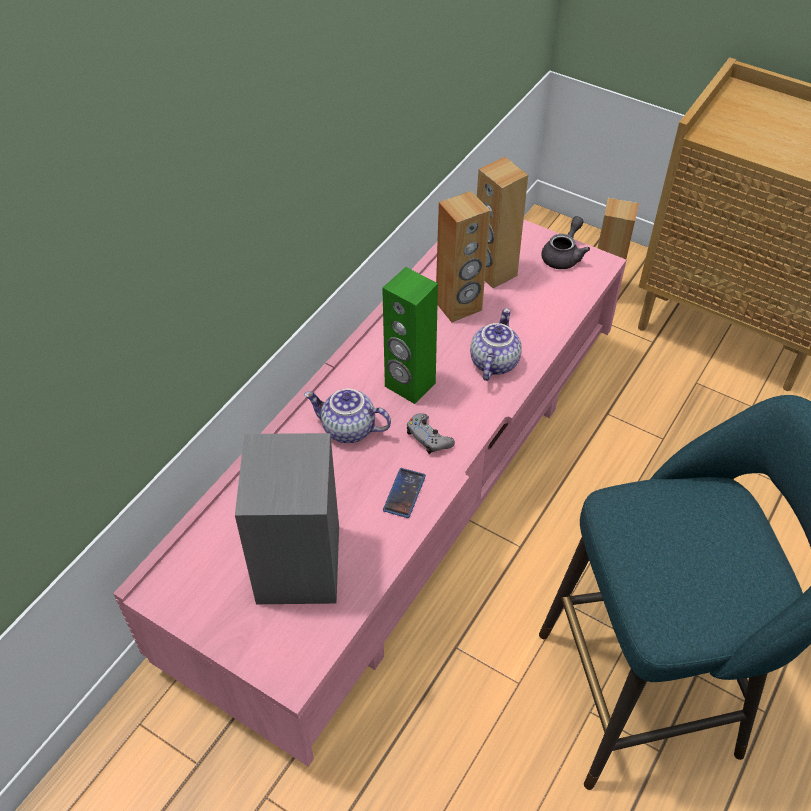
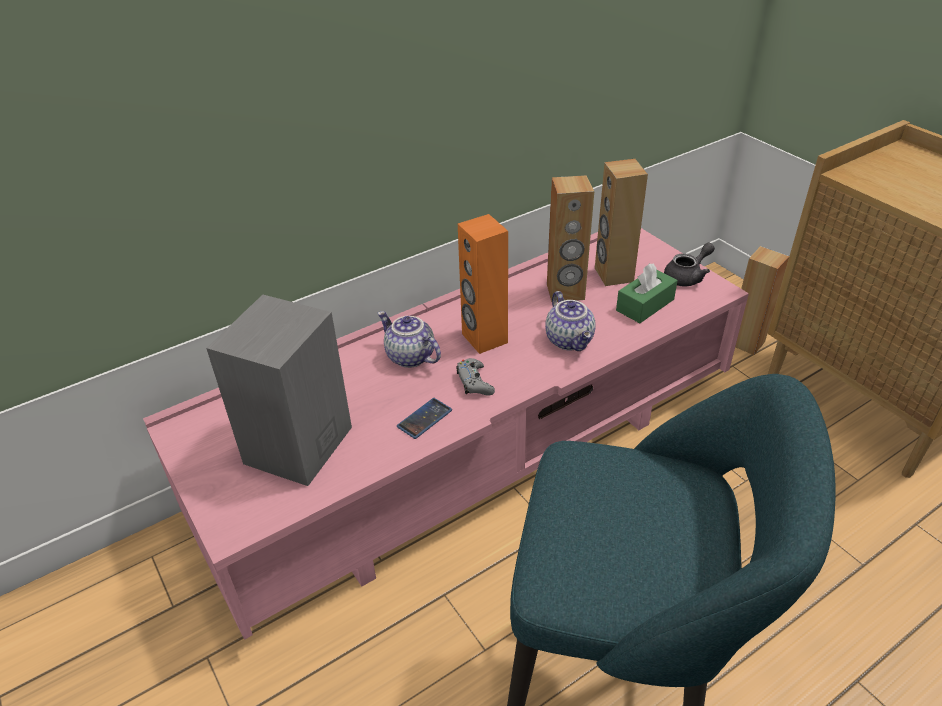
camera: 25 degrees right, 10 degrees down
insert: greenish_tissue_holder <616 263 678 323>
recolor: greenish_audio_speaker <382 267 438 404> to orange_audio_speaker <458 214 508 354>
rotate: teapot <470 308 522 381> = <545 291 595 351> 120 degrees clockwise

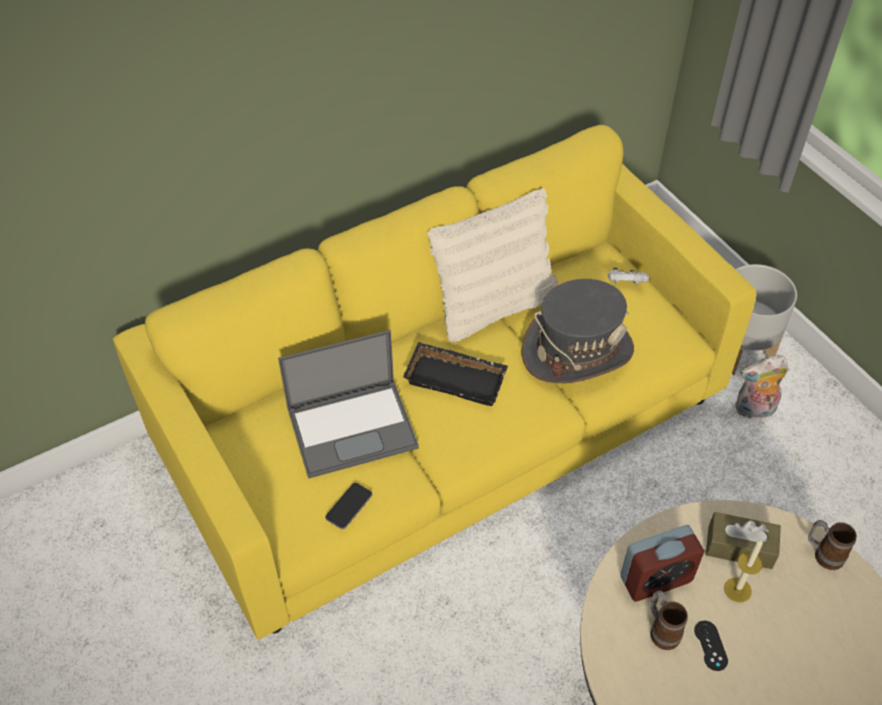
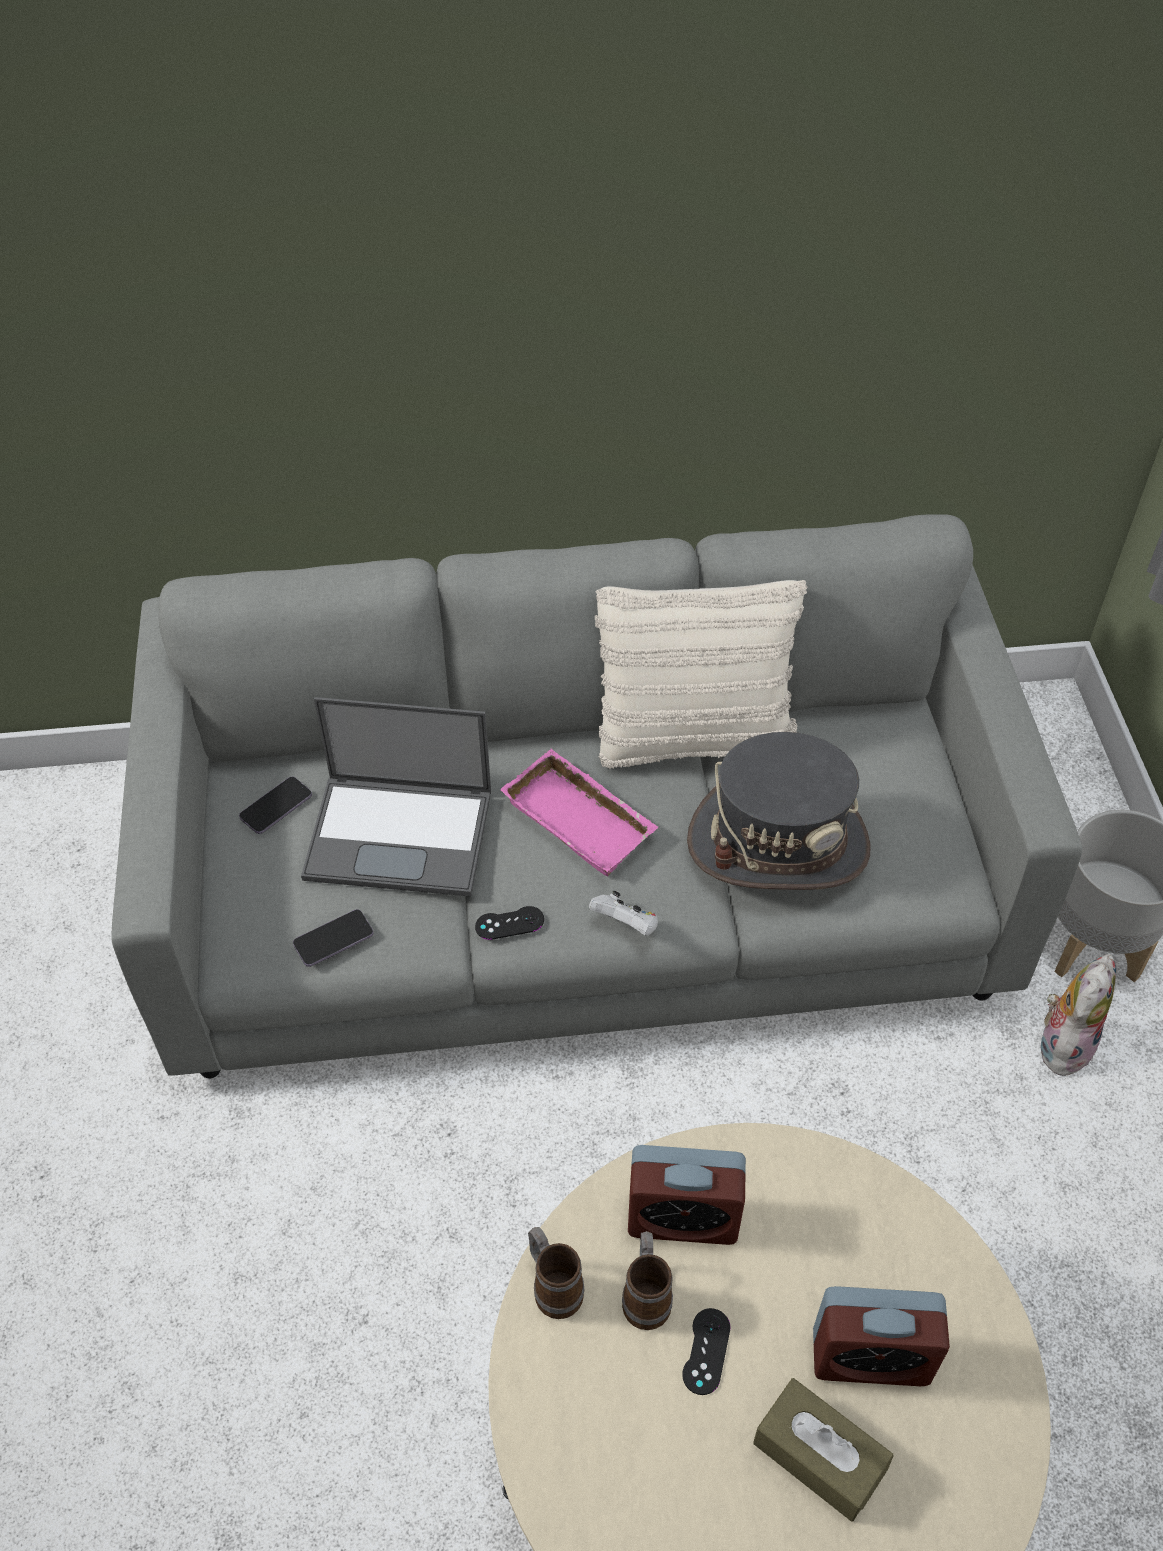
camera: 25 degrees right, 0 degrees up
delete: wax_light <724 540 763 603>
insert: handset <239 777 312 834>; blackish_game_controller <475 906 544 940>; table_clock <813 1286 950 1386>
move: white-coloured_game_controller <608 267 649 284> to <589 891 658 936>; brownish_tissue_holder <706 512 781 569> to <753 1378 894 1522>; tea_mug <808 520 857 570> to <528 1227 584 1319>
recolor: yellow_couch <113 125 757 640> to greyish_couch <111 514 1082 1078>; blackish_serving_tray <403 342 508 406> to pink_serving_tray <500 749 658 876>
rotate: cuddly_toy <735 355 789 418> = <1037 954 1116 1076> 105 degrees clockwise

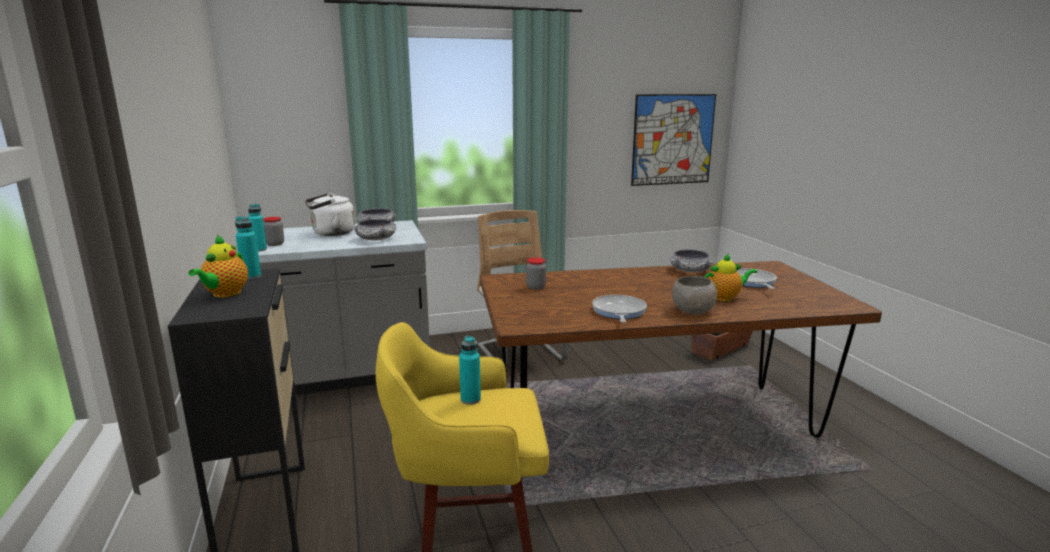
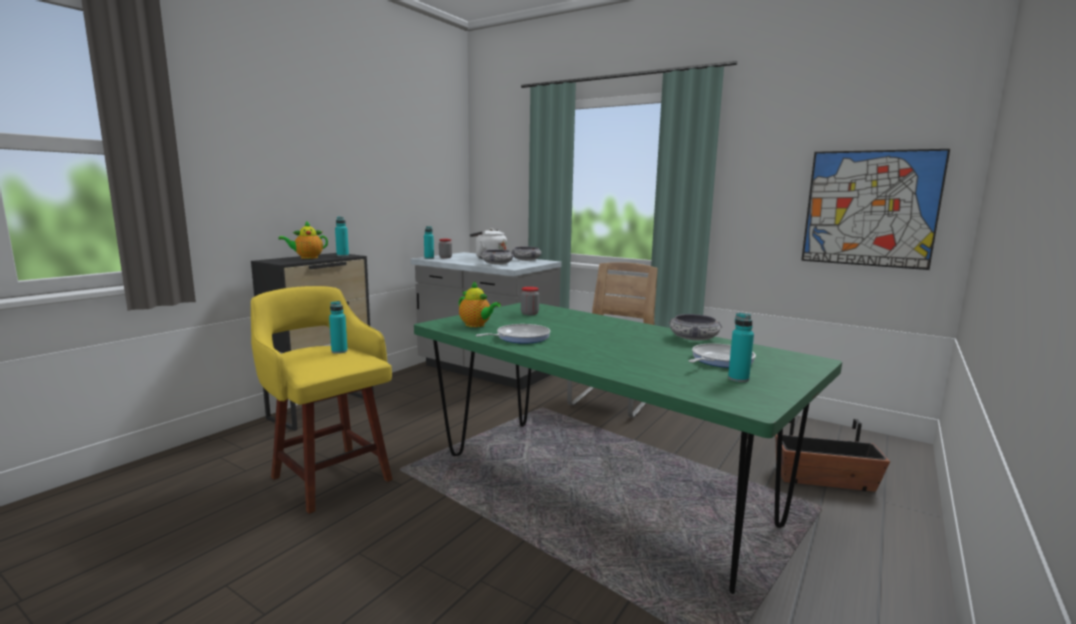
camera: 50 degrees right, 5 degrees down
delete: greyish_serving_bowl <672 276 717 314>
insert: turquoise_beverage_bottle <728 313 754 382>
move: teapot <705 253 757 301> to <459 282 501 327>
recolor: brownish_kitchen_table <480 261 882 438> to greenish_kitchen_table <414 303 842 594>

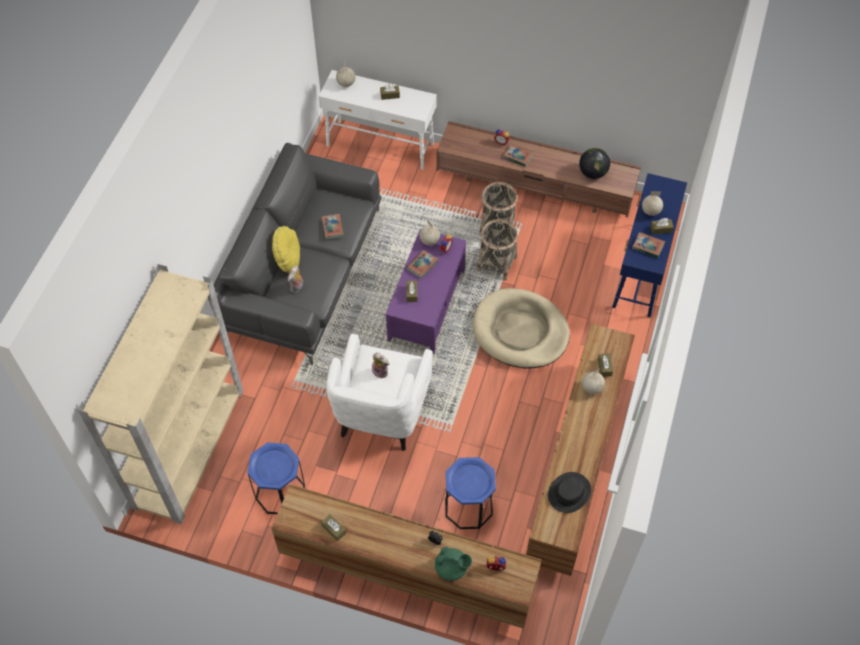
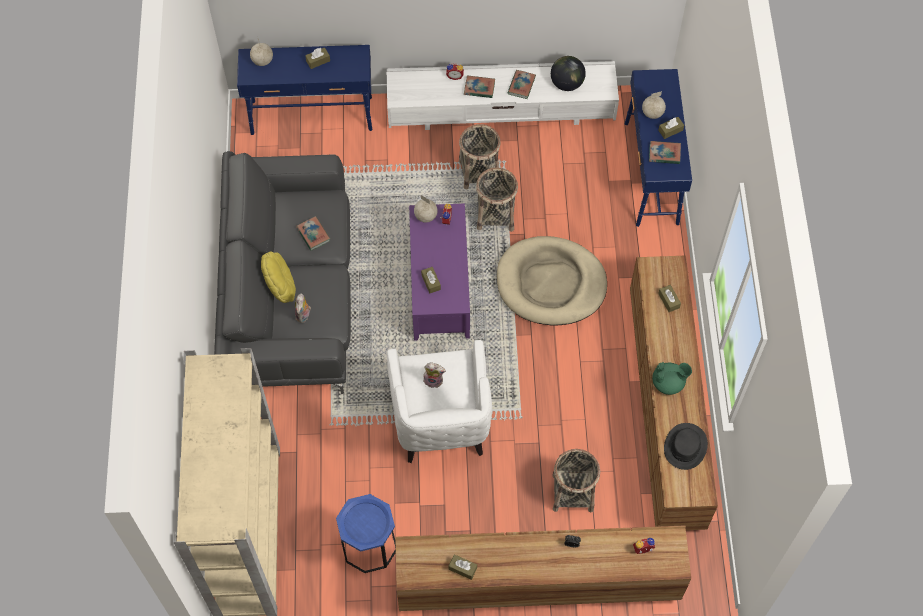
camera: 20 degrees left, 5 degrees up
delete: world_globe <582 369 605 394>
move: bound_book <406 250 438 278> to <507 70 536 99>; greenish_teapot <435 547 472 581> to <652 362 692 395>
replace: bluish_end_table <445 457 496 529> to household_basket <552 449 600 512>
recolor: white-coloured_narrow_table <318 70 437 170> to bluish_narrow_table <237 45 372 135>; brownish_tv_stand <436 121 641 217> to white-coloured_tv_stand <387 61 619 130>

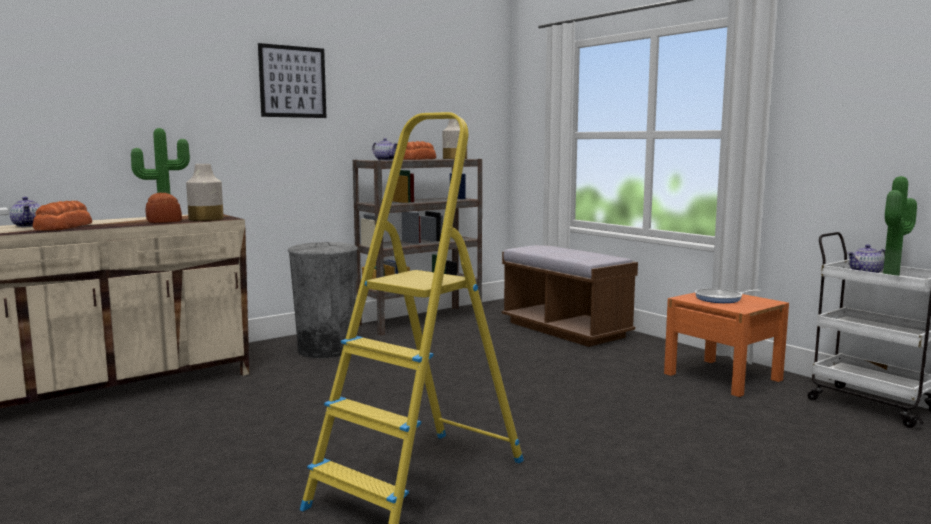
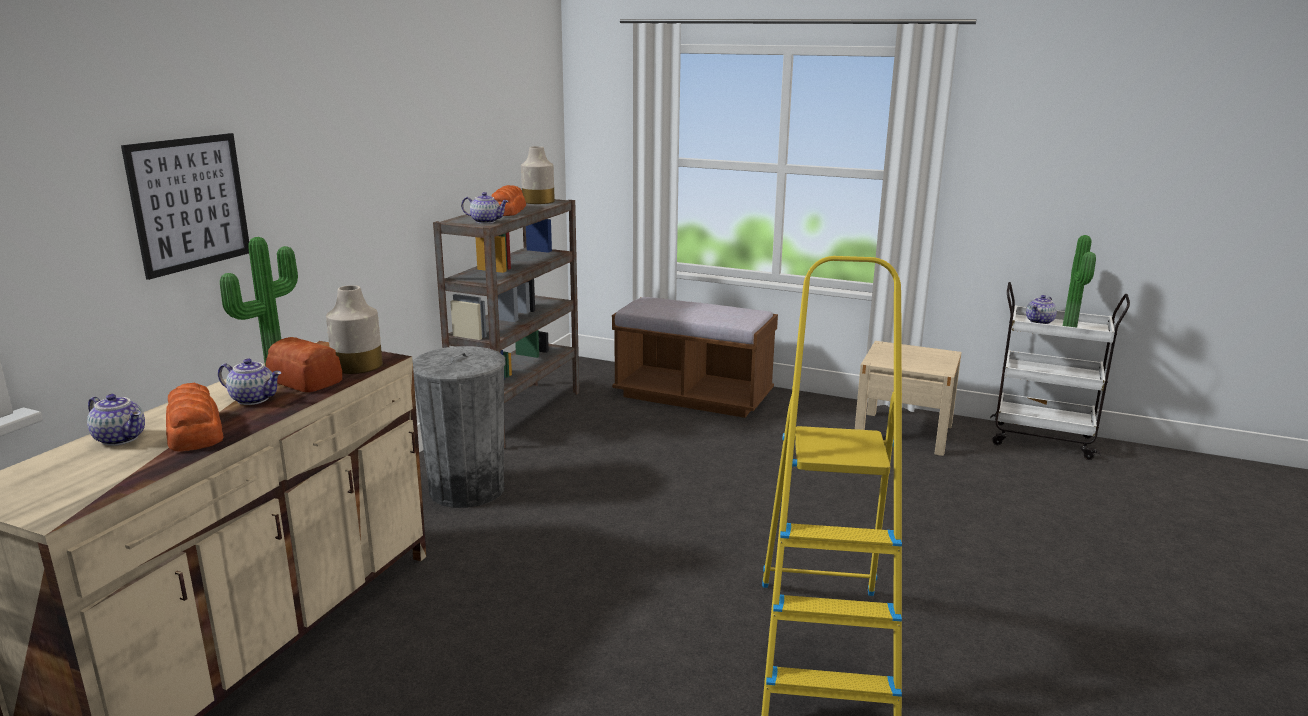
camera: 30 degrees left, 10 degrees up
delete: frying_pan <695 288 761 303>
insert: teapot <218 358 281 405>
move: wall_art <258 43 326 118> to <121 133 249 280>
recolor: orange_nightstand <664 293 789 397> to beige_nightstand <855 341 962 456>

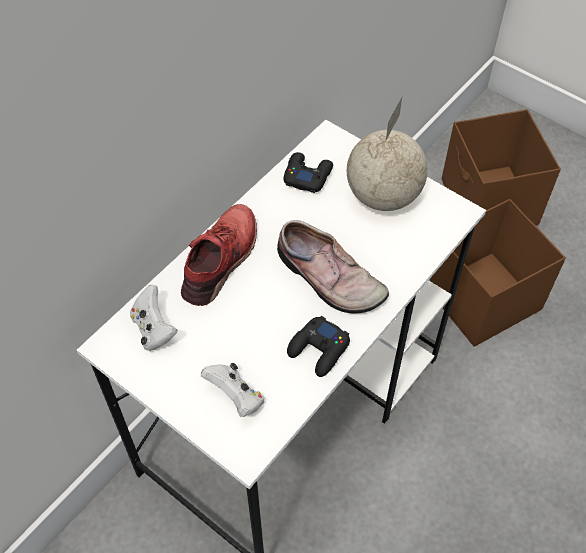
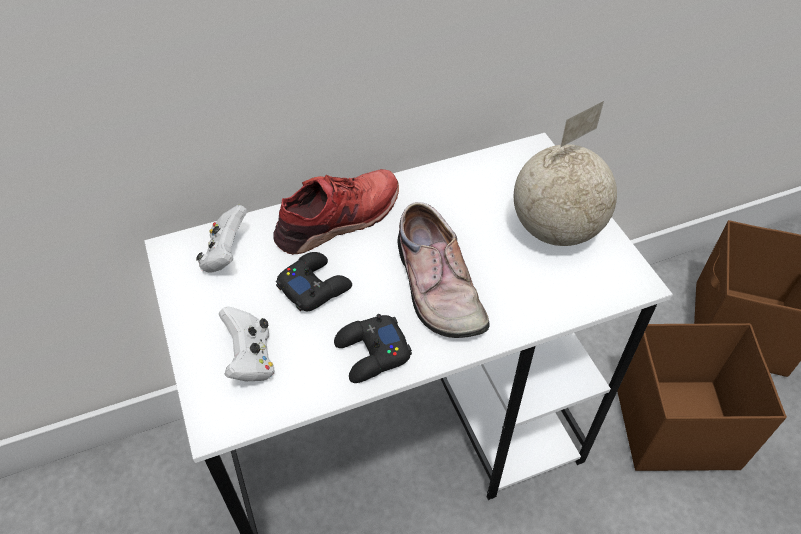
camera: 30 degrees right, 5 degrees down
move: blackish_game_controller <283 152 333 193> to <276 252 352 311>

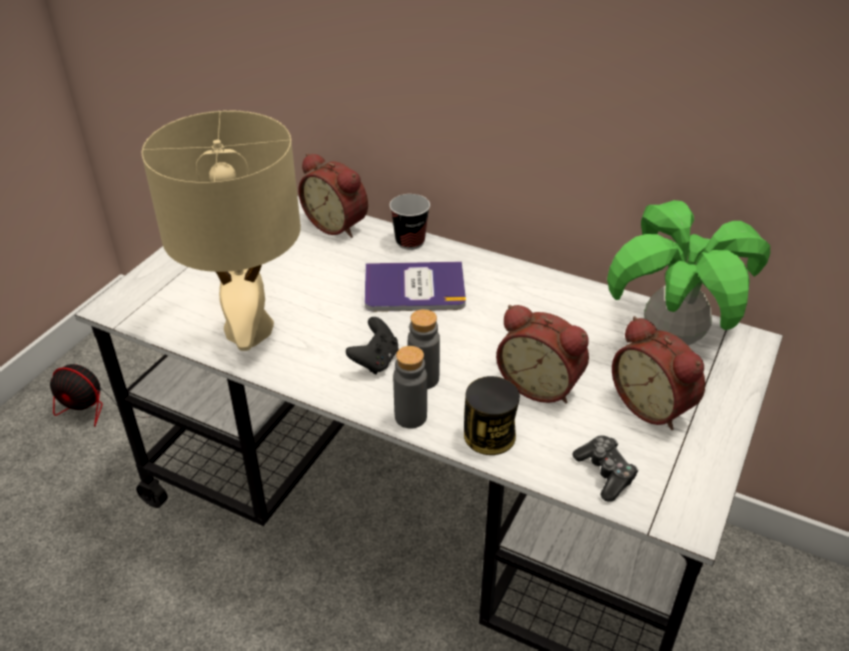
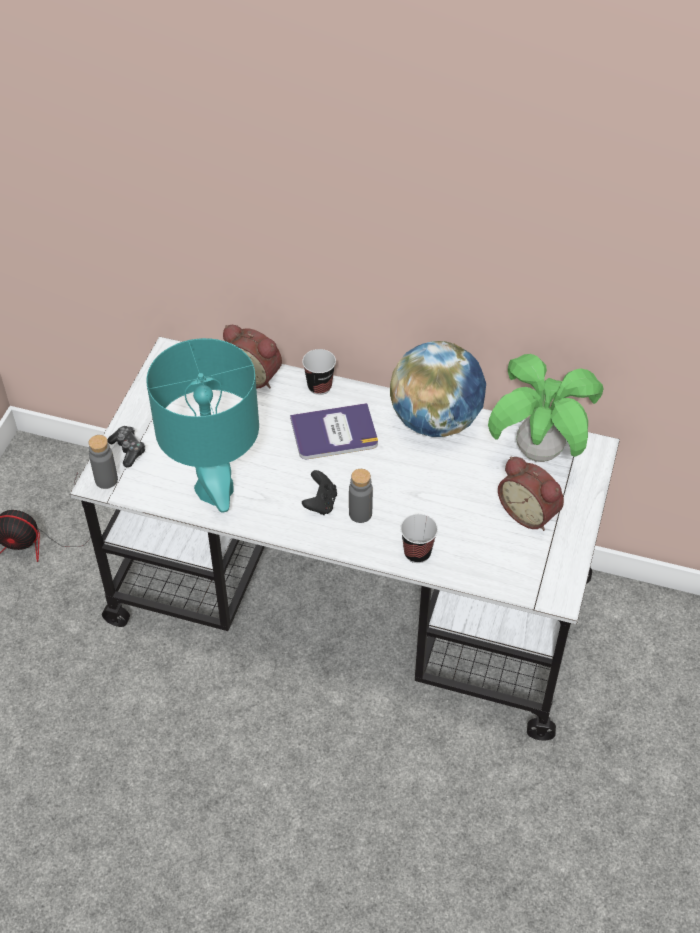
camera: 10 degrees left, 10 degrees up
delete: table_clock <496 305 589 403>
insert: world_globe <390 341 486 437>
move: greyish_beverage_bottle <393 346 427 428> to <88 435 118 489>; game_controller <572 435 638 502> to <108 426 145 467>
replace: sealed_can <464 376 520 455> to small_cup <400 514 438 563>
recolor: beige_tabletop_lamp <142 110 301 351> to turquoise_tabletop_lamp <146 338 259 512>

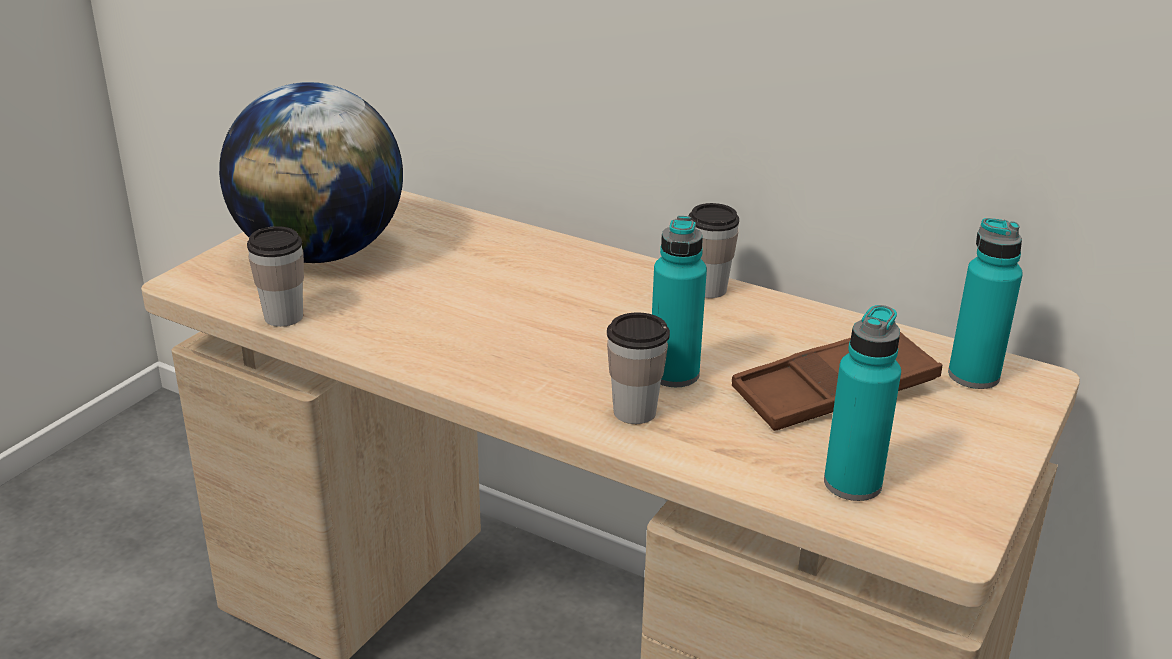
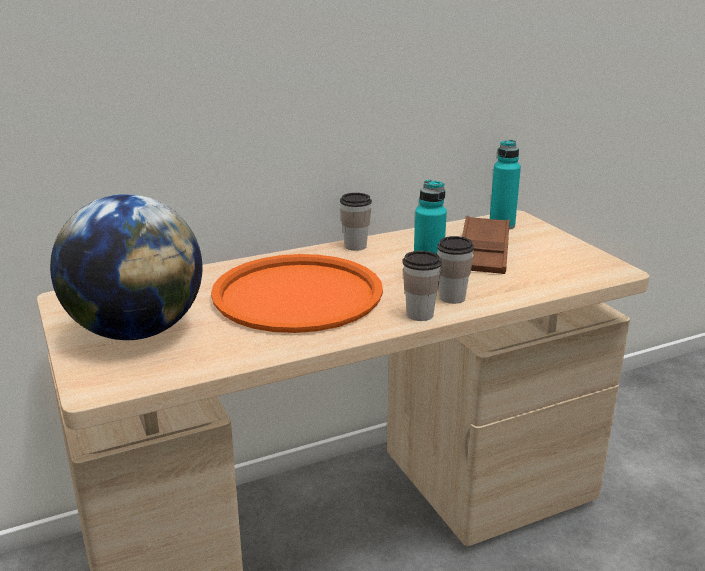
camera: 55 degrees left, 5 degrees down
delete: turquoise_beverage_bottle <824 305 901 501>
insert: orange_serving_tray <211 254 383 333>
move: small_cup <247 226 304 327> to <402 251 442 321>

